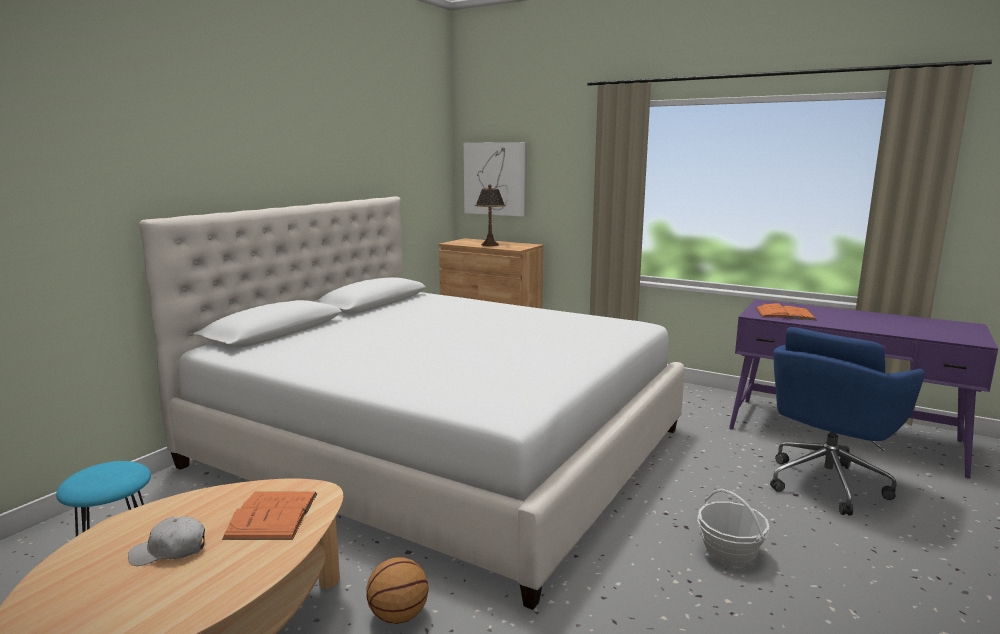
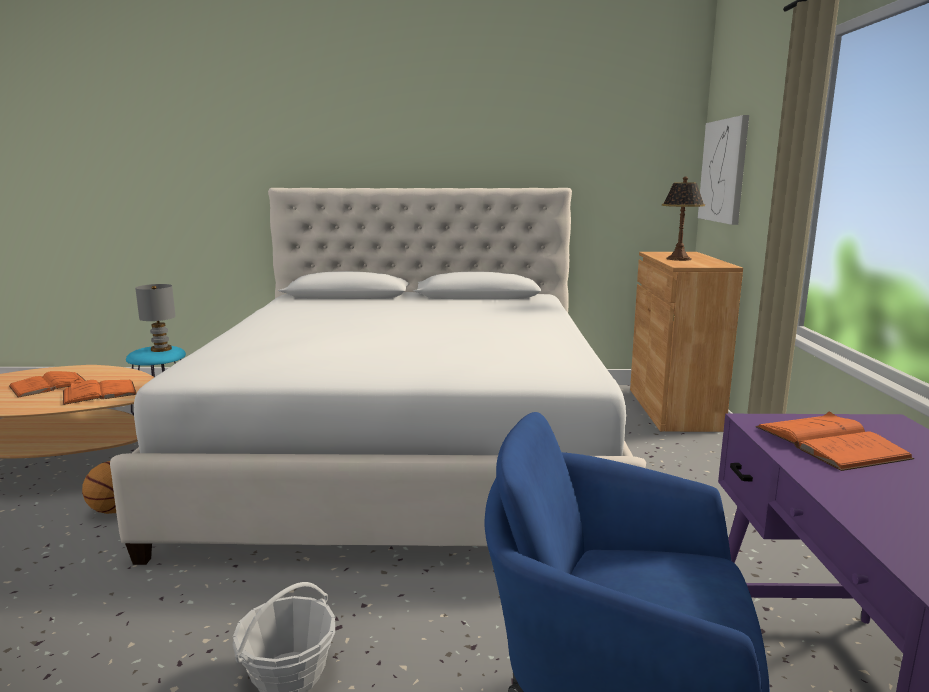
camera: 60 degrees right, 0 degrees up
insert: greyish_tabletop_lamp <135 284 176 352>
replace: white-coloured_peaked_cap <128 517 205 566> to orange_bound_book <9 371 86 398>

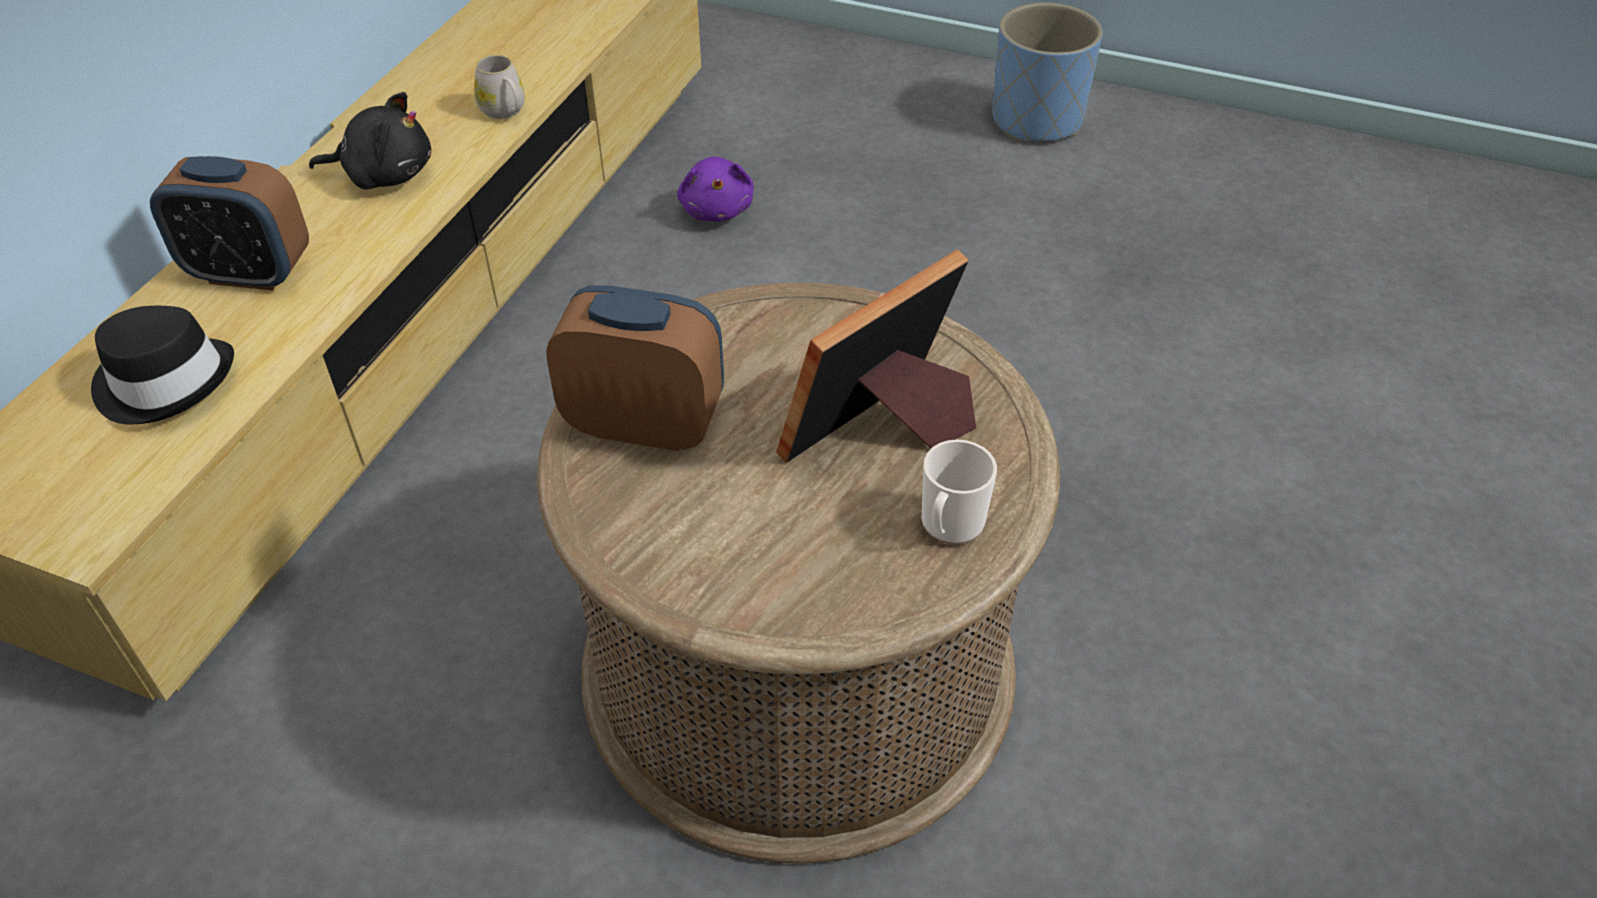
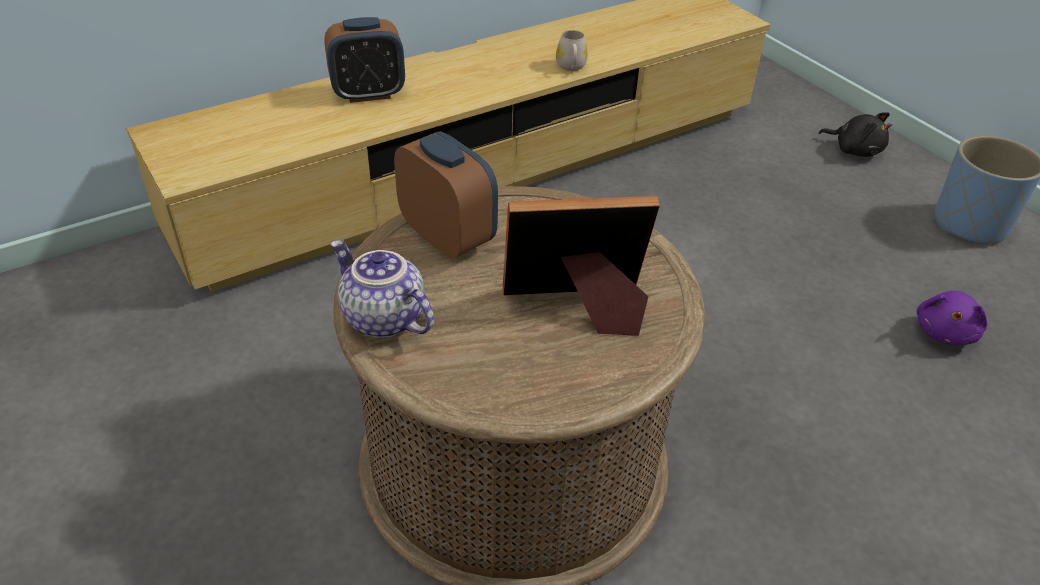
camera: 35 degrees right, 5 degrees down
delete: blackish_wearable_hat <91 306 234 425>; tea_mug <921 440 997 545>
insert: teapot <330 240 434 338>
move: blackish_cuddly_toy <309 92 431 190> to <819 112 892 157>; purplish_cuddly_toy <677 157 754 221> to <917 291 988 346>
rotate: table_clock <150 156 309 290> = <324 17 405 103> 60 degrees counterclockwise

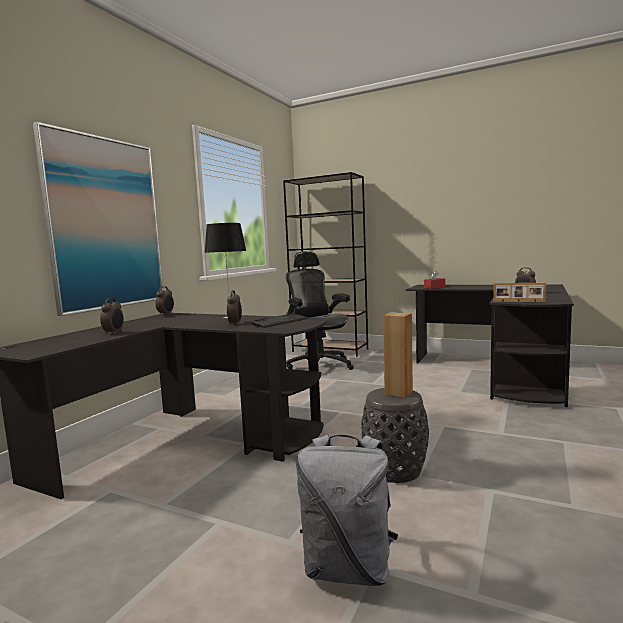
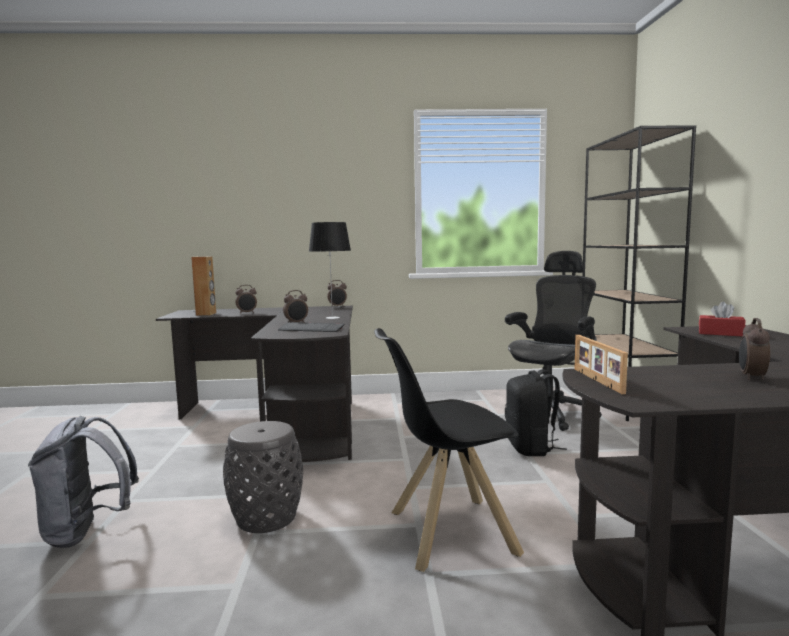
camera: 60 degrees right, 0 degrees up
delete: wall_art <33 122 163 316>
insert: blackish_plain_chair <374 328 524 572>; blackish_knapsack <505 369 567 456>
move: brownish_audio_speaker <384 312 413 398> to <191 256 216 316>

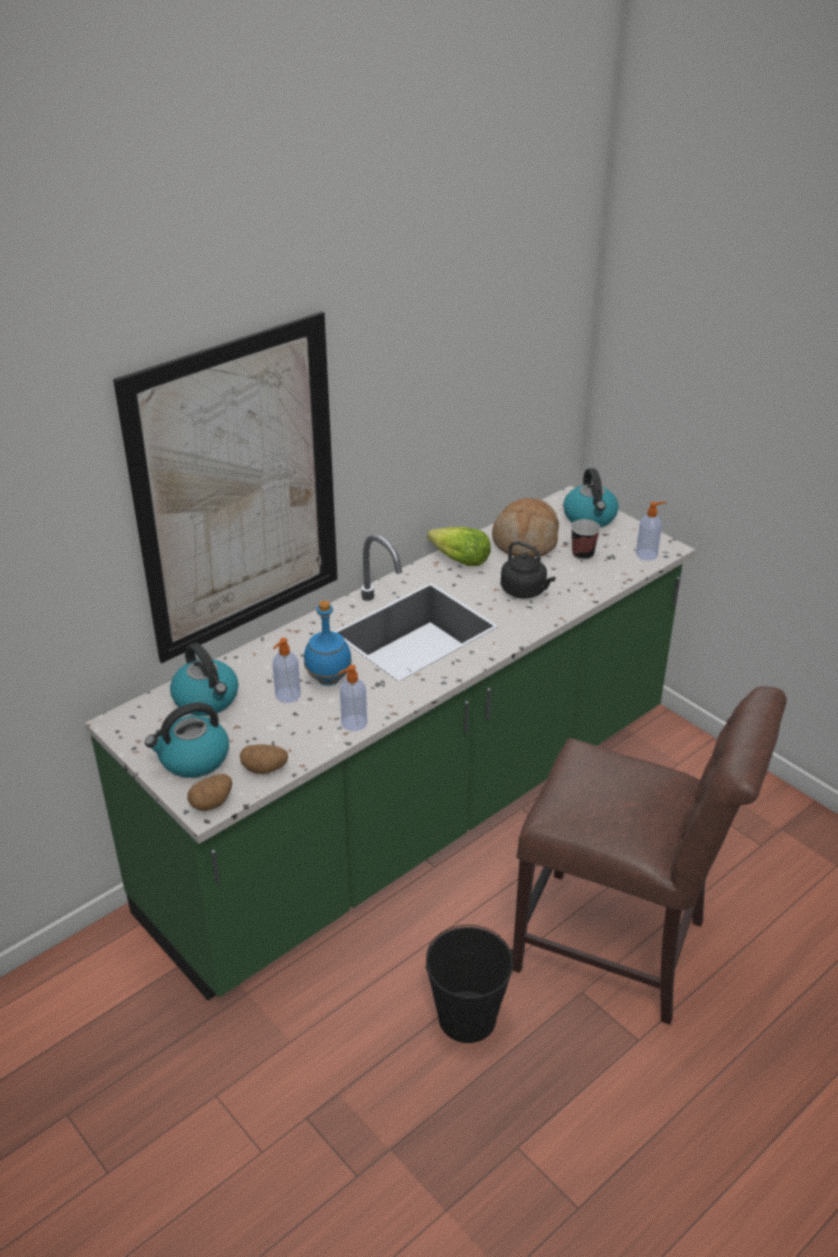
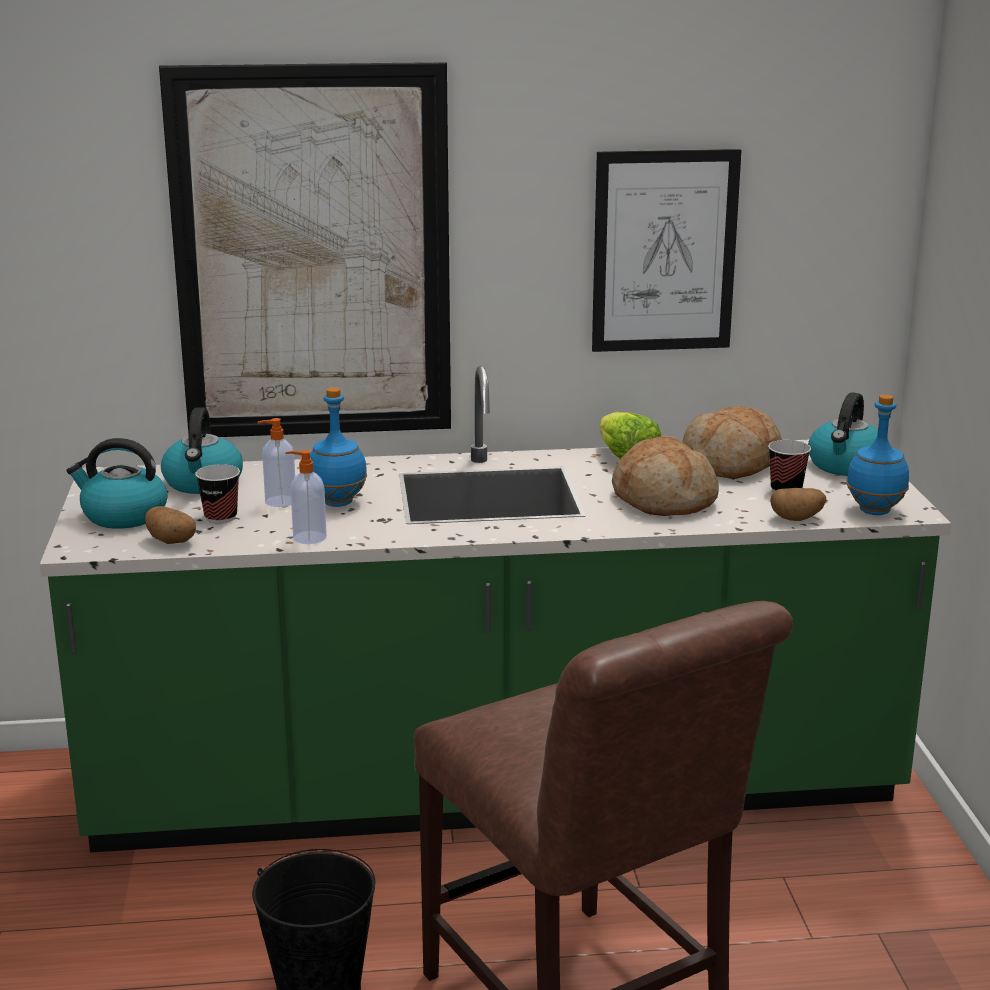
camera: 35 degrees right, 15 degrees down
insert: small_cup <195 464 240 523>; wall_art <592 149 741 352>
move: whole_potato <187 774 232 811> to <770 488 827 521>
replace: blackish_tea_kettle <501 541 556 599> to bread <612 436 719 516>; liquid_soap_bottle <636 502 666 560> to bluish_beverage_bottle <846 394 909 515>

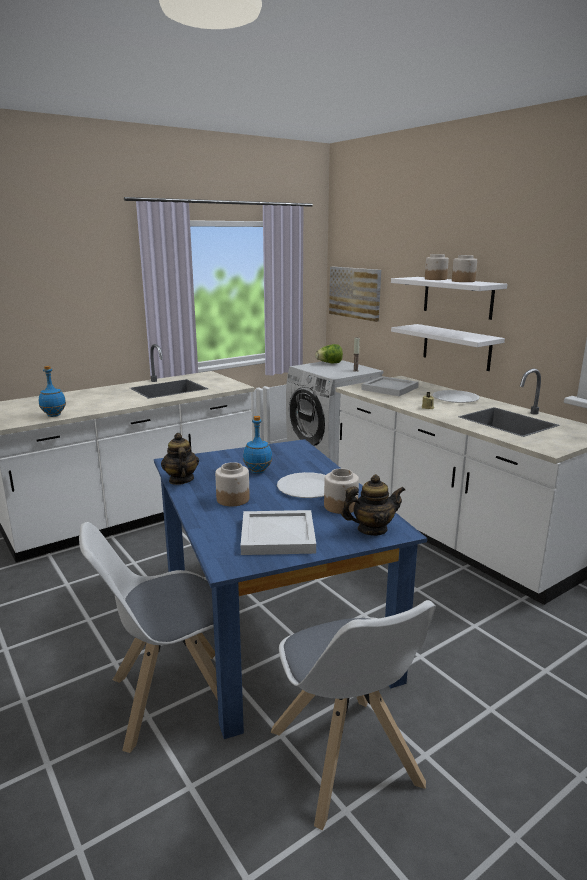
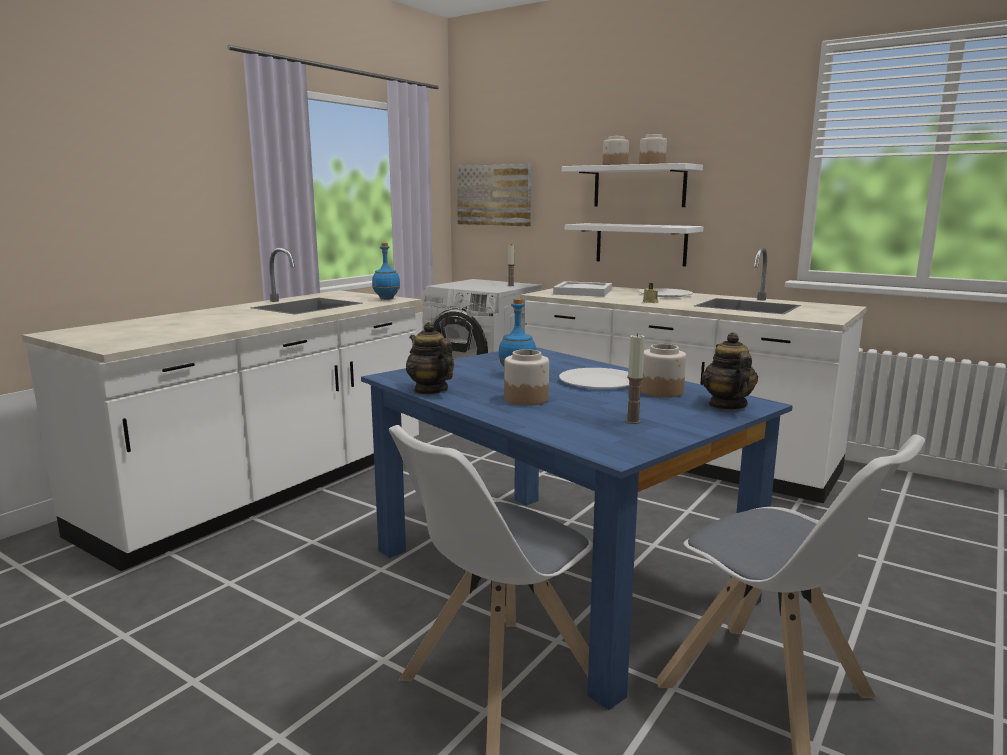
camera: 20 degrees left, 5 degrees down
delete: head_of_lettuce <315 344 343 363>
move: bluish_beverage_bottle <39 366 66 417> to <372 243 400 300>
replace: white-coloured_serving_tray <240 510 316 555> to wax_light <625 333 645 424>
rotate: teapot <341 474 405 536> = <702 332 758 410> 60 degrees counterclockwise

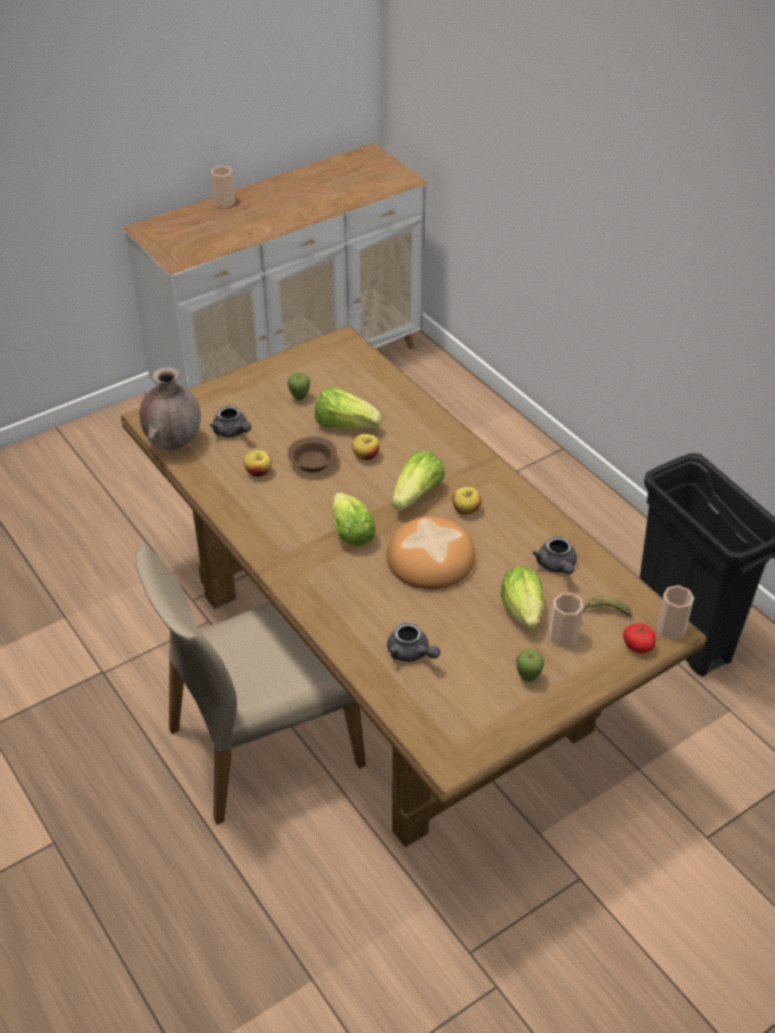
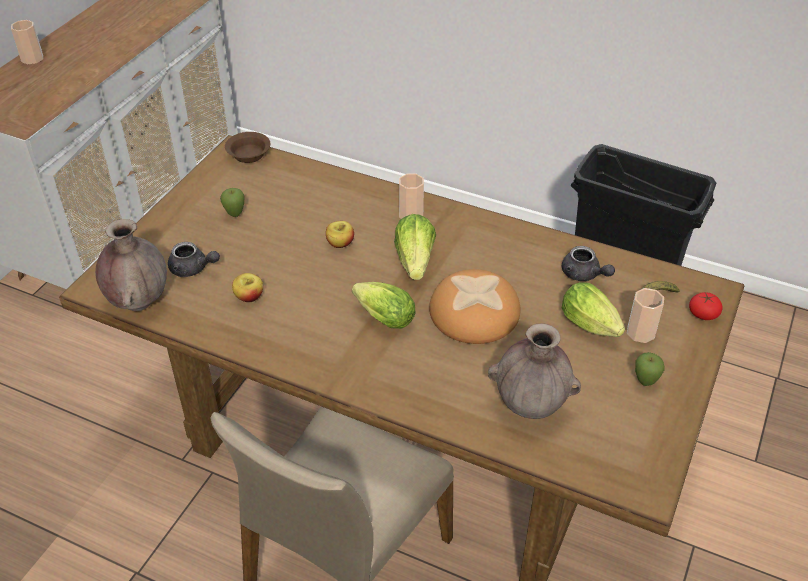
camera: 30 degrees left, 0 degrees up
delete: head_of_lettuce <315 387 382 429>; apple <453 487 481 515>
move: brownish_serving_bowl <288 436 337 472> to <225 132 270 163>; small_cup <656 585 694 640> to <399 173 424 219>
replace: greyish_teapot <387 622 440 662> to brownish_flower_vase <488 323 581 419>

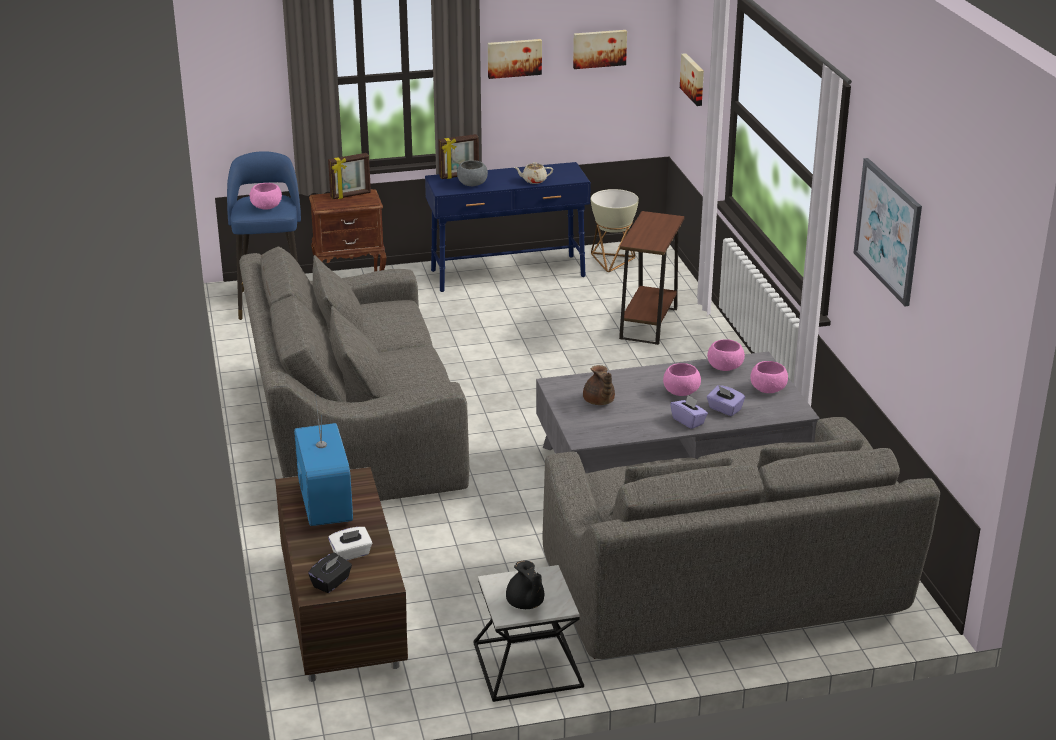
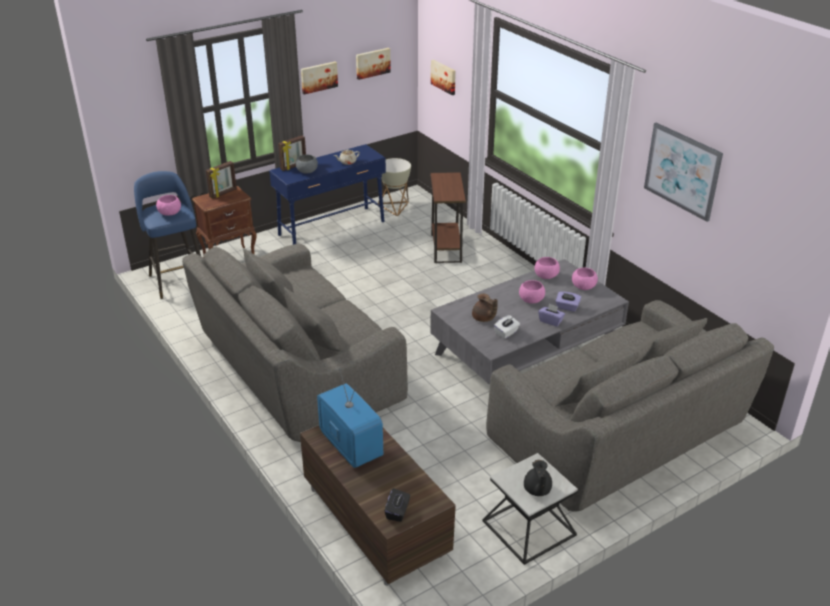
camera: 20 degrees left, 5 degrees up
move: white-coloured_tissue_holder <328 527 372 560> to <494 315 520 339>
rotate: blackish_teapot <506 561 544 609> = <524 460 552 496> 45 degrees clockwise

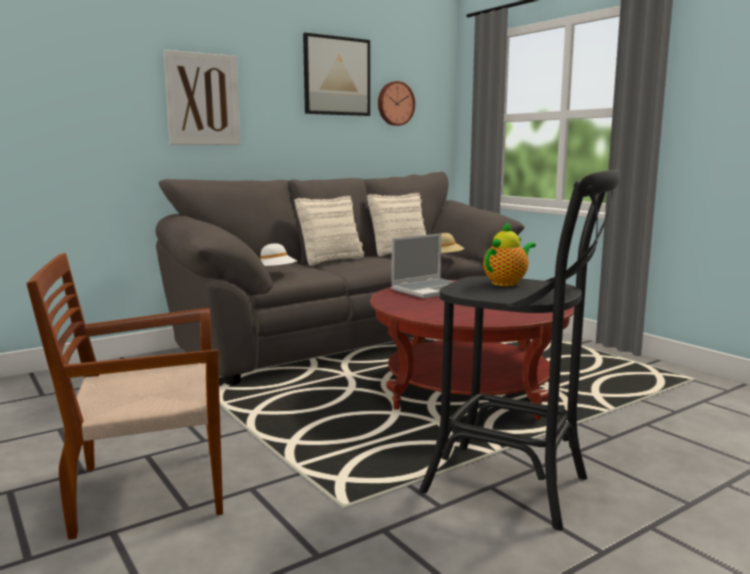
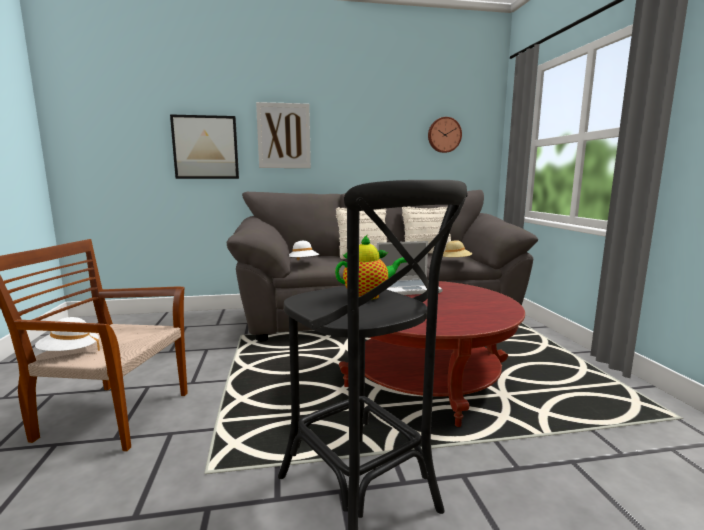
camera: 25 degrees right, 0 degrees up
insert: white-coloured_wearable_hat <35 317 100 351>
move: wall_art <303 33 370 116> to <170 114 239 179>

